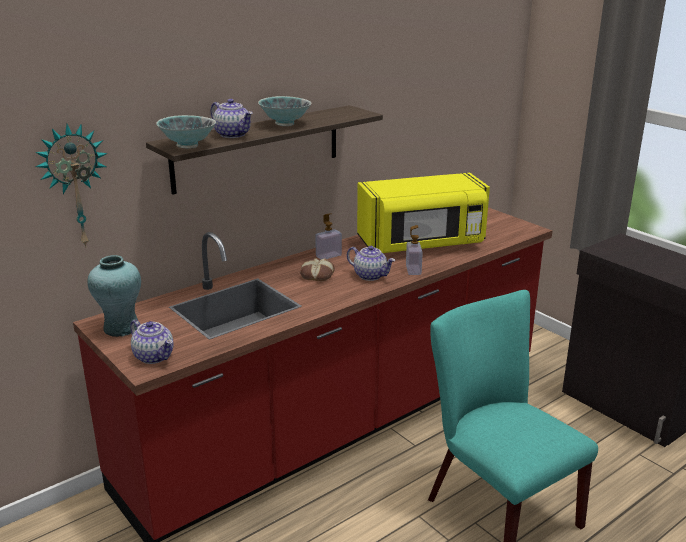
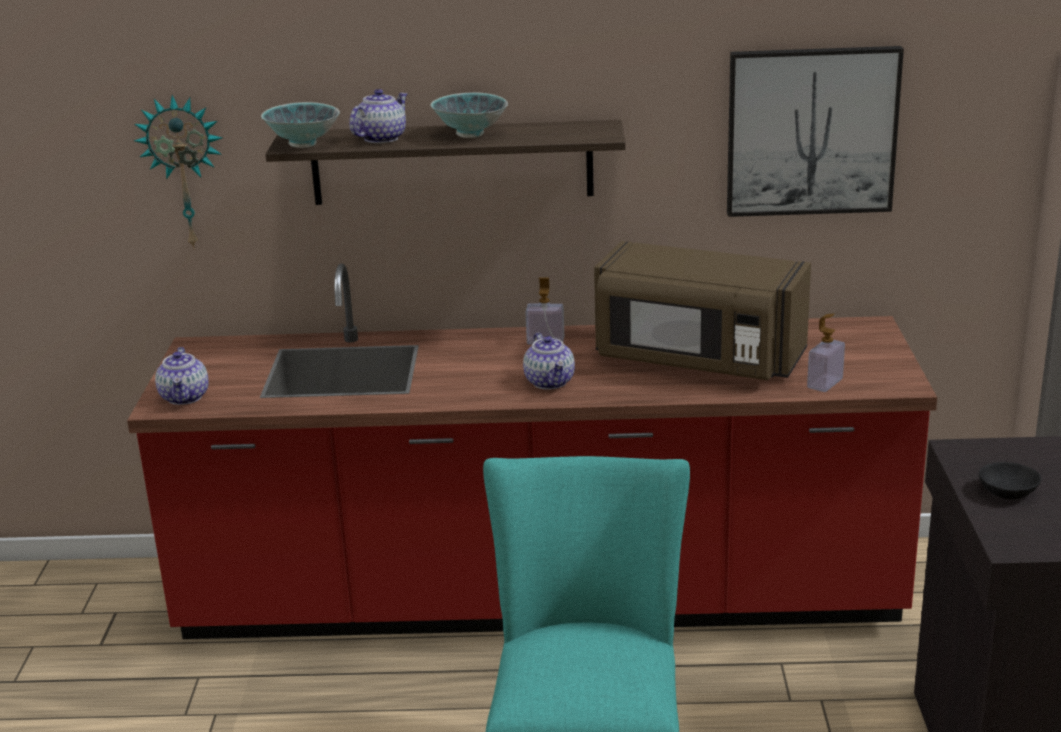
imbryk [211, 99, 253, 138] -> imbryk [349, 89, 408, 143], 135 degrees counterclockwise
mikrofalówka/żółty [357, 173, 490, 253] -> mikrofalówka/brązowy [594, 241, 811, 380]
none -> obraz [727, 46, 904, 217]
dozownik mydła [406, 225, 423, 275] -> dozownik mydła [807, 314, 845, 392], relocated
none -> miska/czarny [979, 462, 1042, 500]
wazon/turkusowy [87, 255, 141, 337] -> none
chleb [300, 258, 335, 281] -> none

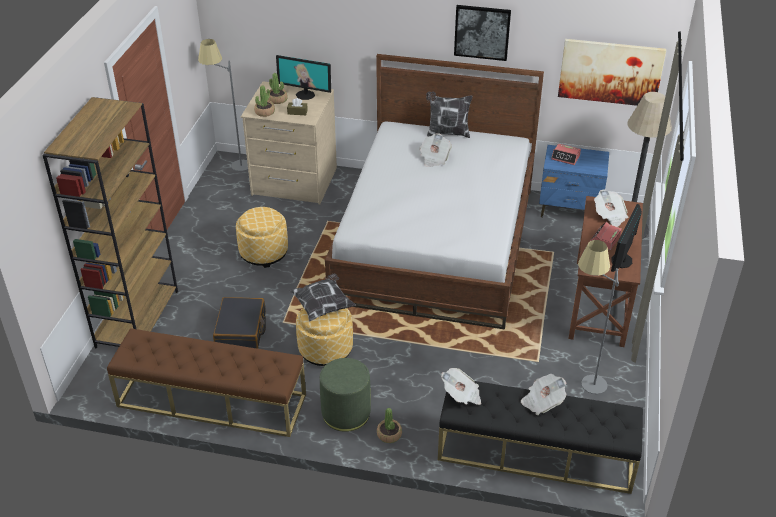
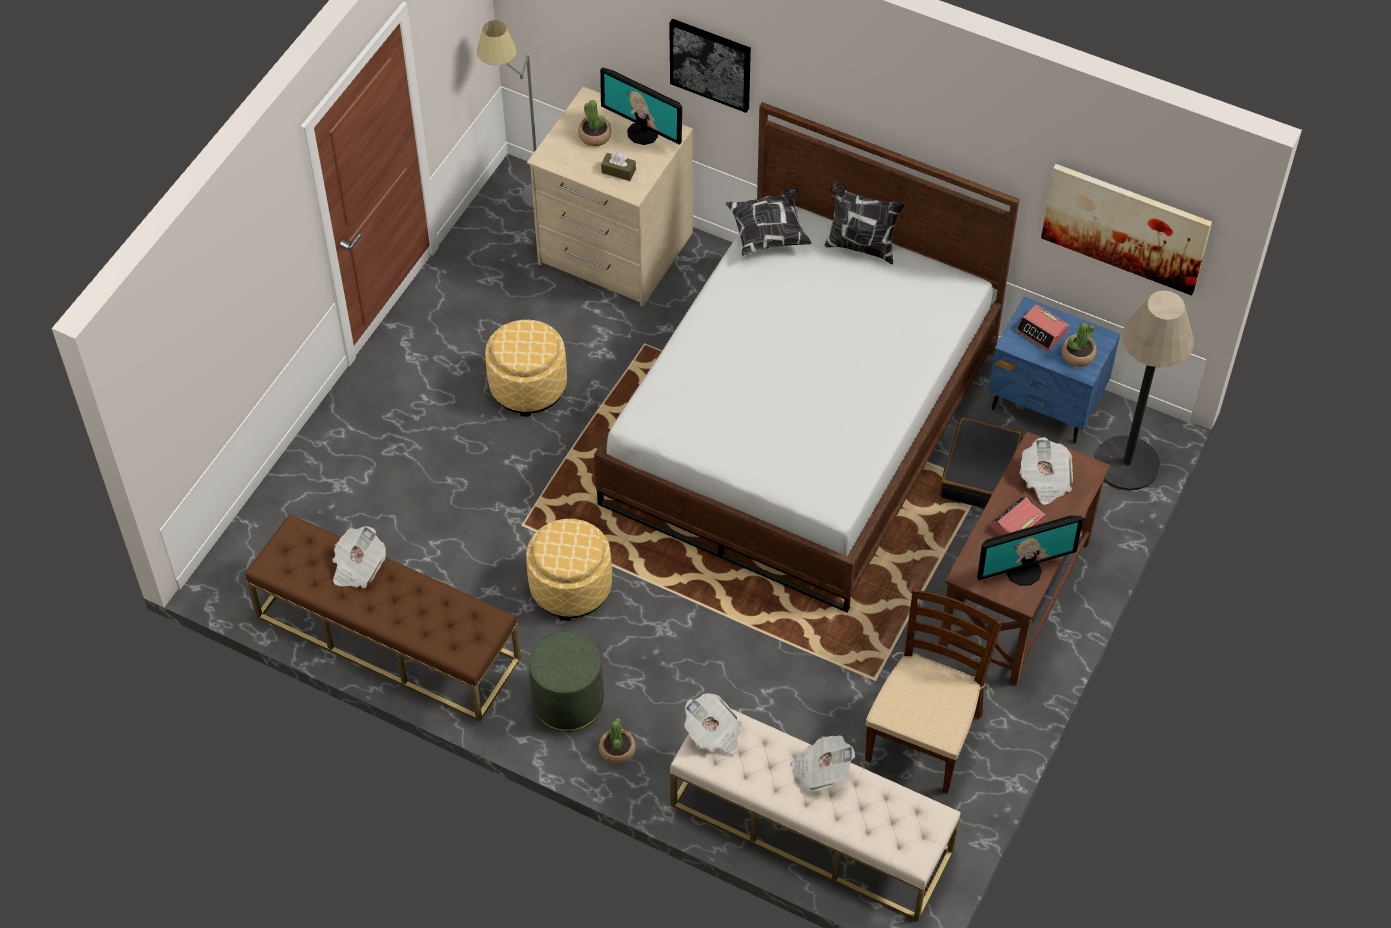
gazeta [420, 133, 452, 167] -> gazeta [332, 526, 386, 588], relocated
obraz [454, 5, 511, 61] -> obraz [669, 19, 751, 113], relocated
ławka/czarny [438, 381, 643, 494] -> ławka/beżowy [670, 709, 961, 921]
poduszka [289, 274, 356, 321] -> poduszka [726, 188, 812, 256], relocated
lampa stojąca/szary [578, 240, 619, 394] -> krzesło/brązowy [865, 588, 1003, 793]
walizka/czarny [213, 297, 266, 349] -> walizka/czarny [940, 418, 1022, 509], relocated
monitor [611, 204, 642, 272] -> monitor [977, 516, 1083, 586], 150 degrees counterclockwise
roślina doniczkowa [254, 85, 275, 117] -> roślina doniczkowa [1062, 322, 1097, 367], relocated
regał/brązowy [43, 97, 178, 349] -> none

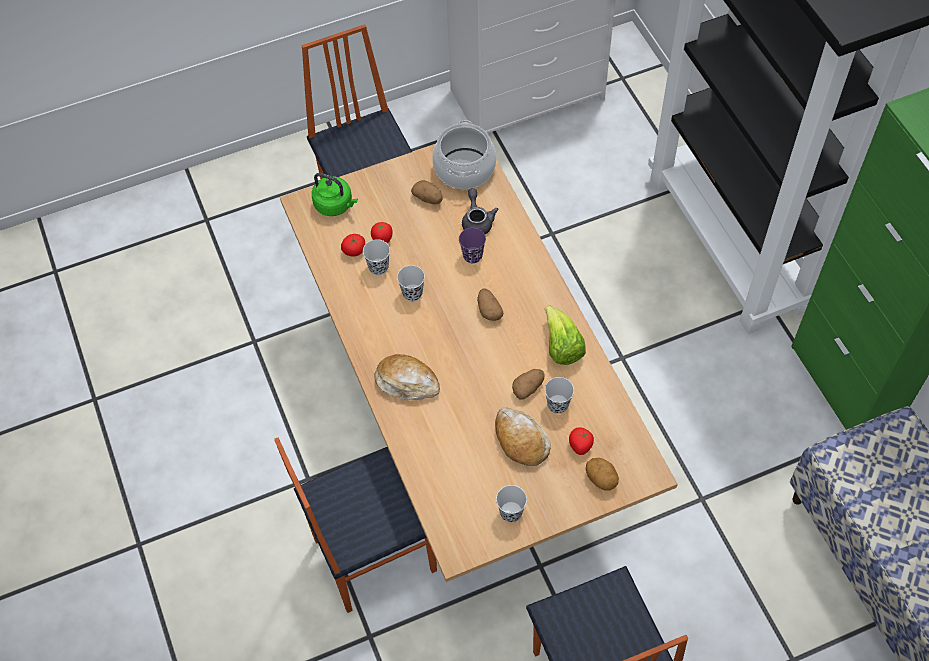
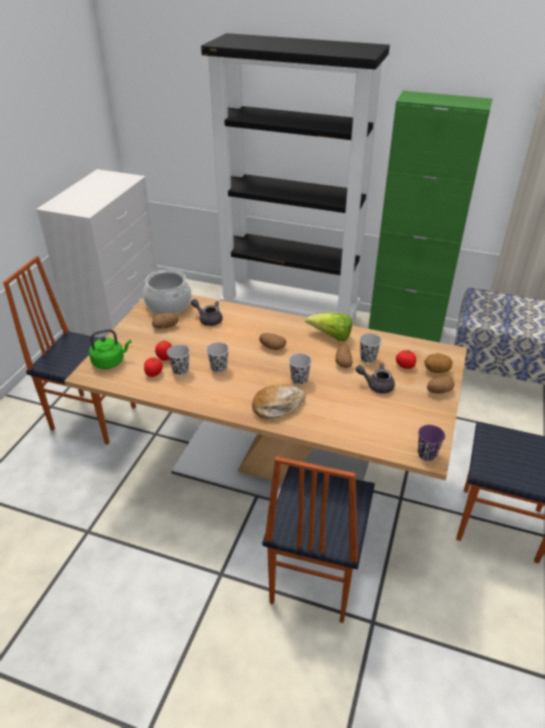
filiżanka/czarny [496, 485, 527, 522] -> filiżanka/czarny [289, 353, 312, 385], relocated
chleb [495, 408, 551, 466] -> imbryk/szary [356, 363, 395, 394]
filiżanka/fioletowy [459, 228, 486, 263] -> filiżanka/fioletowy [418, 425, 445, 461], relocated
none -> ziemniak [427, 375, 454, 394]

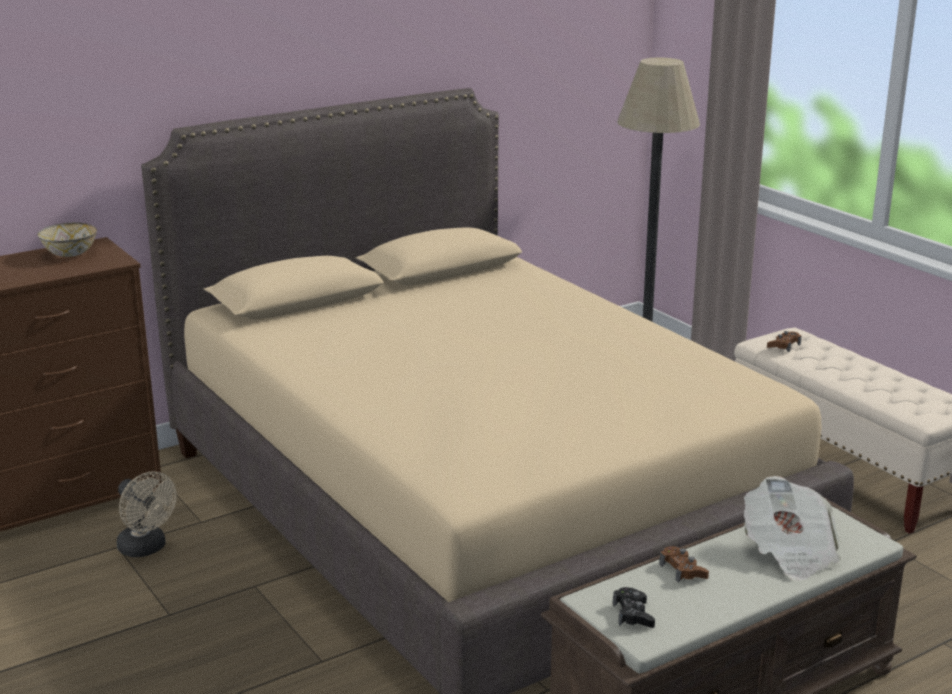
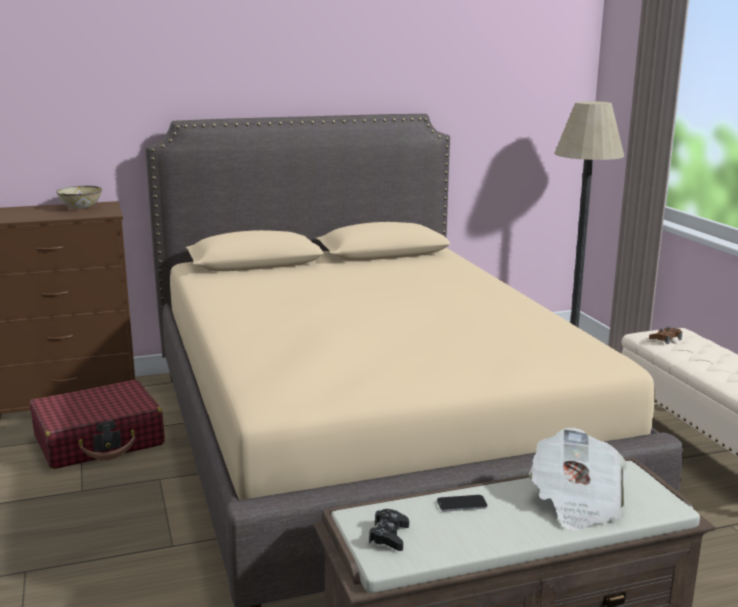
wentylator/beżowy [117, 471, 176, 557] -> walizka/czerwony [29, 380, 165, 469]
pad do gier/brązowy [659, 546, 709, 583] -> telefon [437, 495, 488, 512]

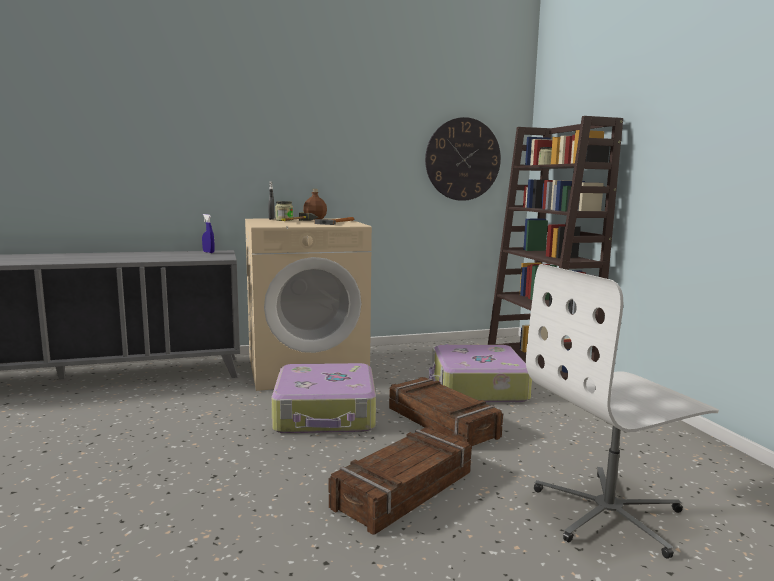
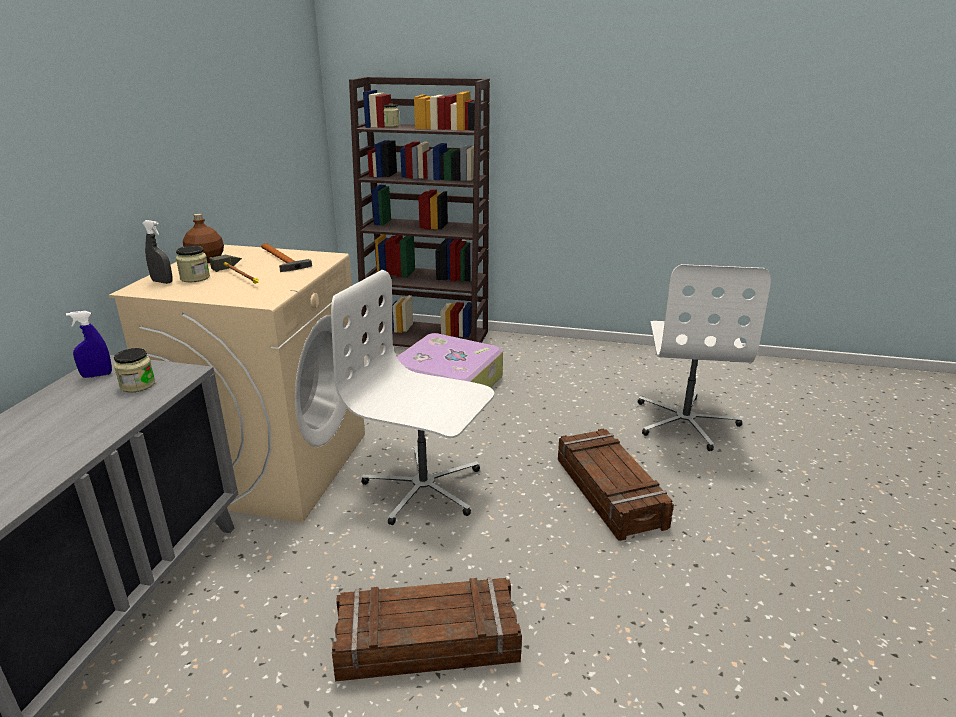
none -> słoik [114, 348, 155, 392]
walizka [271, 363, 376, 433] -> krzesło biurowe/biały [331, 270, 494, 525]
skrzynka [389, 377, 503, 449] -> skrzynka [332, 577, 522, 681], relocated
zegar ścienny [425, 117, 501, 201] -> none

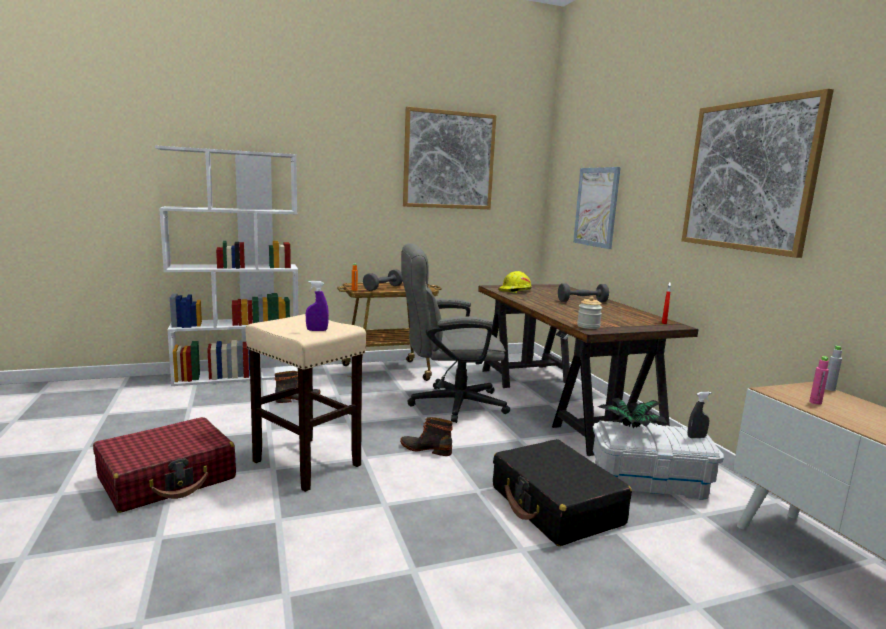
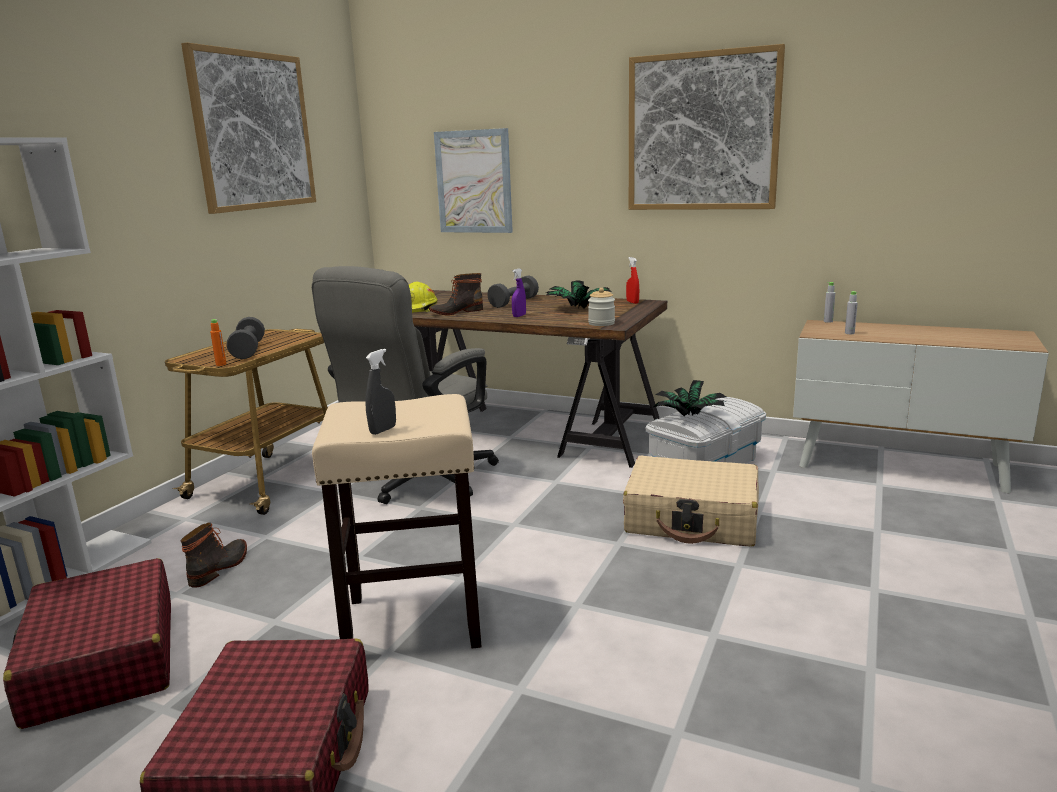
none -> walizka/czerwony [3, 558, 171, 729]
spryskiwacz/szary [688, 392, 712, 438] -> spryskiwacz/szary [366, 349, 396, 435], relocated
but z cholewką [400, 417, 453, 456] -> but z cholewką [429, 273, 483, 315], relocated
spryskiwacz/fioletowy [306, 281, 329, 331] -> spryskiwacz/fioletowy [512, 268, 526, 317], relocated
none -> roślina doniczkowa [546, 280, 612, 308]
walizka/czarny [493, 439, 632, 546] -> walizka/beżowy [623, 456, 759, 547]
butelka/różowy [809, 356, 829, 405] -> butelka/szary [845, 291, 858, 334]

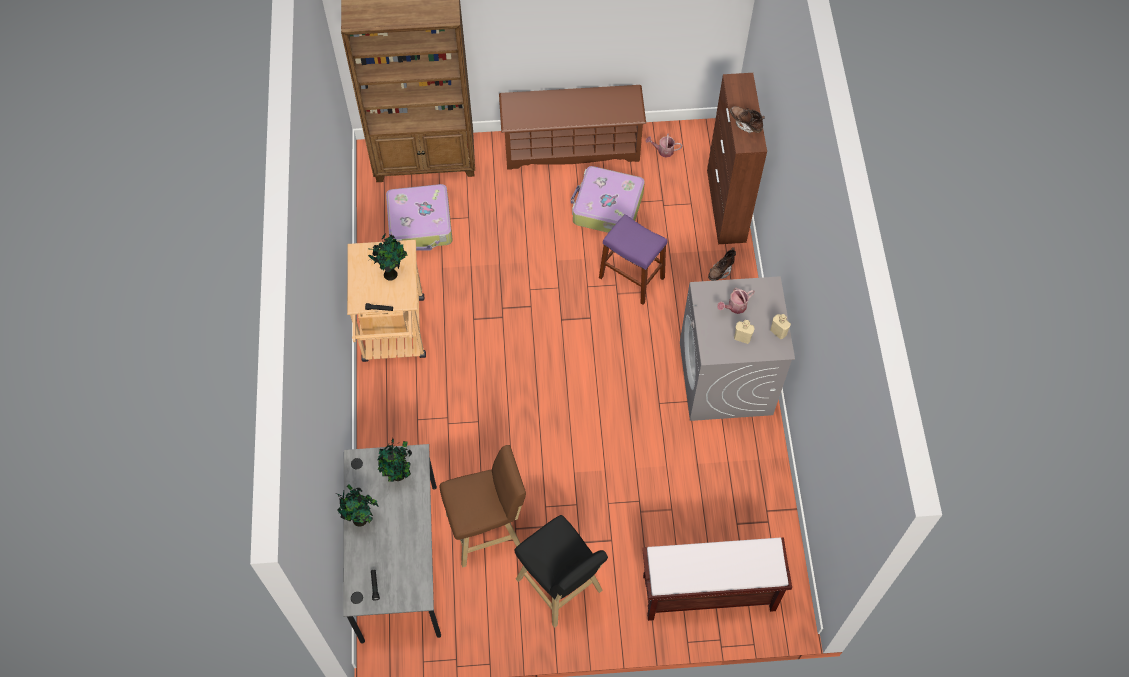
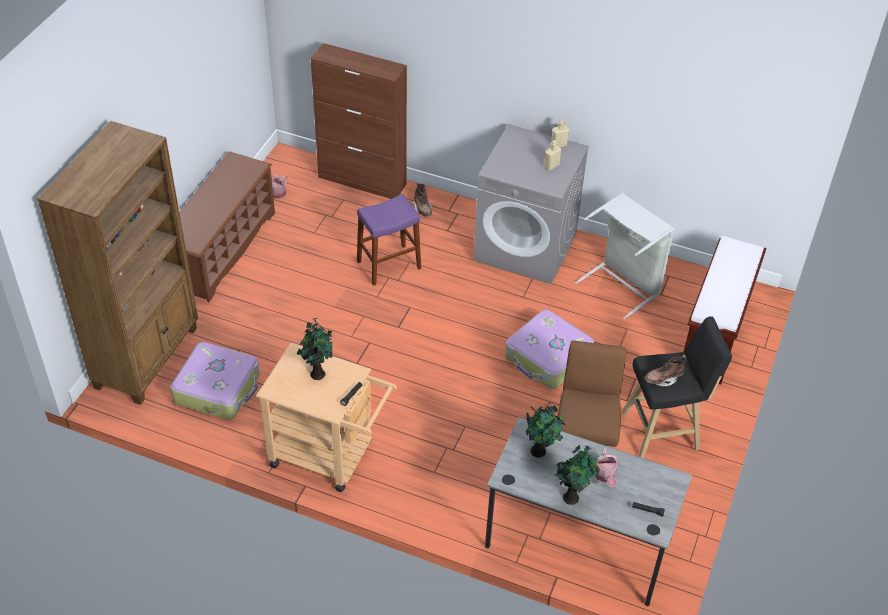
walizka [571, 166, 645, 233] -> walizka [505, 309, 594, 389], relocated
none -> kosz na pranie/szary [575, 192, 675, 320]
konewka [717, 288, 755, 314] -> konewka [596, 448, 619, 487], relocated
but z cholewką/brązowy [730, 106, 764, 133] -> but z cholewką/brązowy [645, 355, 686, 386], relocated

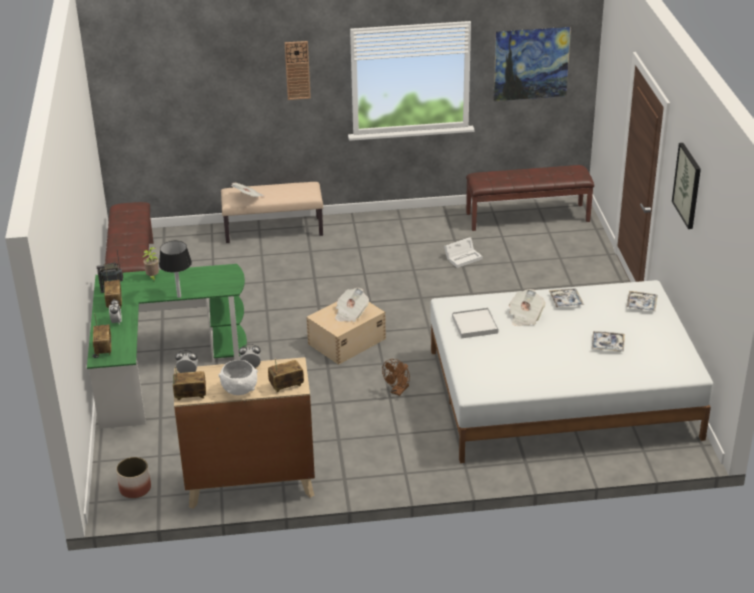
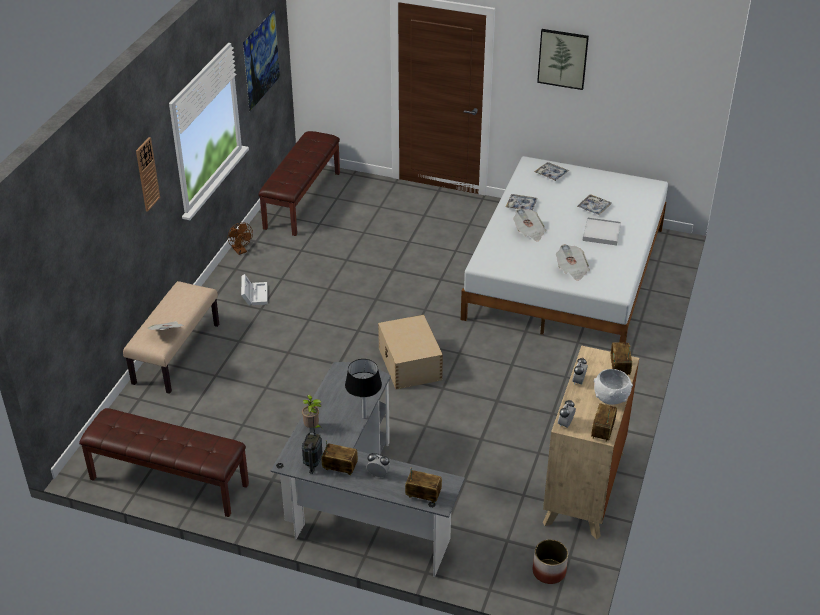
wentylator/brązowy [382, 359, 410, 396] -> wentylator/brązowy [228, 222, 253, 255], relocated
pojemnik do przechowywania/biały [444, 237, 482, 268] -> pojemnik do przechowywania/biały [241, 274, 267, 305], relocated
biurko/zielony [87, 264, 247, 429] -> biurko/szary [271, 362, 465, 577]
gazeta [335, 288, 369, 322] -> gazeta [556, 244, 590, 281], relocated
taca/biały [452, 308, 498, 338] -> taca/biały [582, 217, 621, 246], relocated

